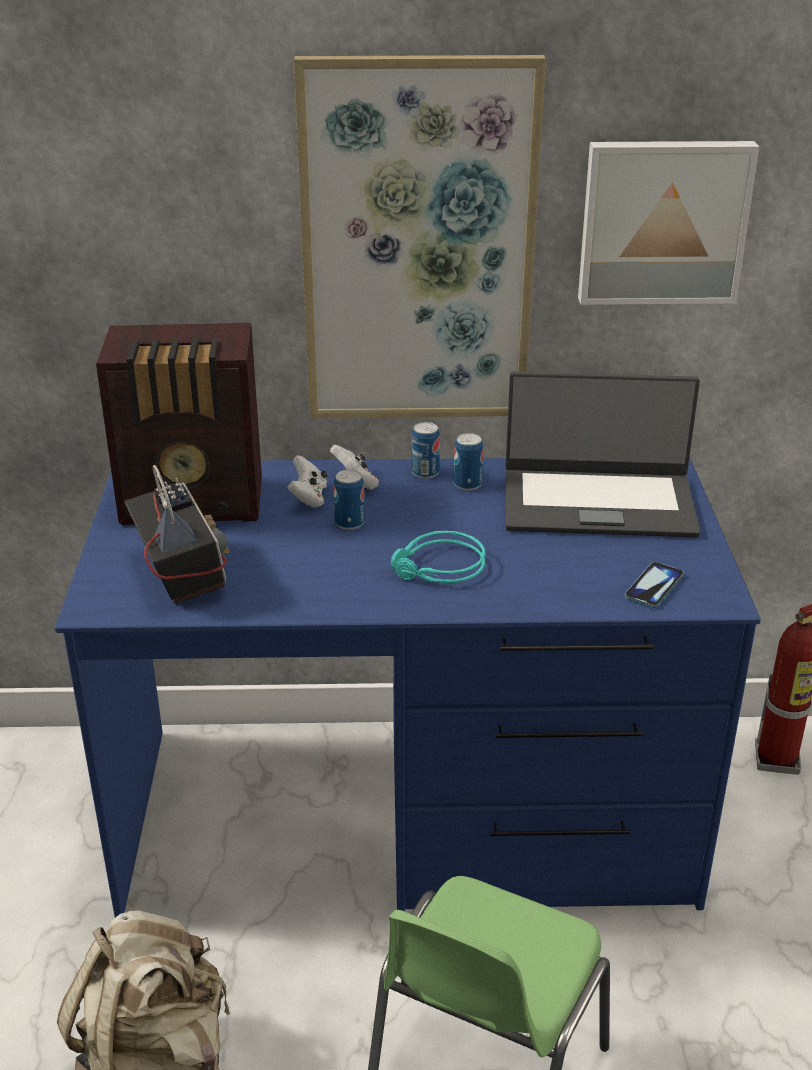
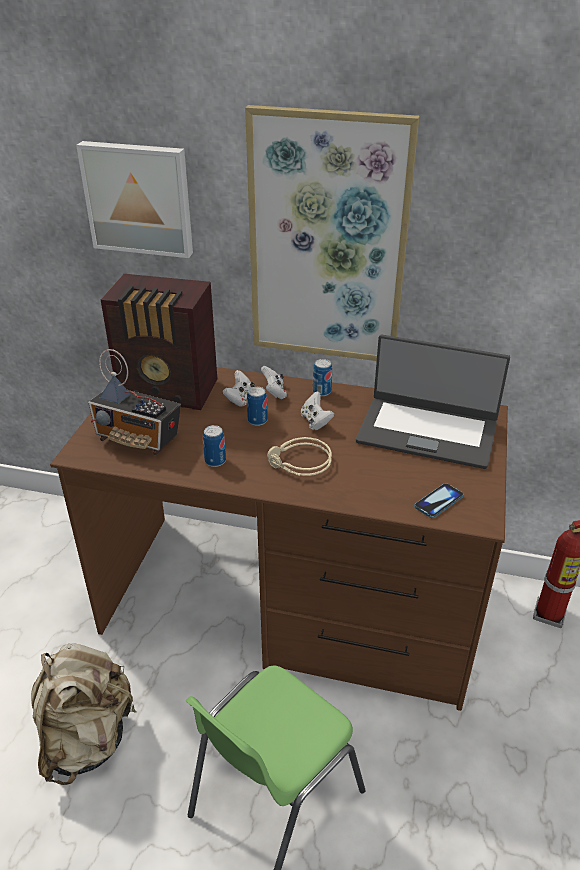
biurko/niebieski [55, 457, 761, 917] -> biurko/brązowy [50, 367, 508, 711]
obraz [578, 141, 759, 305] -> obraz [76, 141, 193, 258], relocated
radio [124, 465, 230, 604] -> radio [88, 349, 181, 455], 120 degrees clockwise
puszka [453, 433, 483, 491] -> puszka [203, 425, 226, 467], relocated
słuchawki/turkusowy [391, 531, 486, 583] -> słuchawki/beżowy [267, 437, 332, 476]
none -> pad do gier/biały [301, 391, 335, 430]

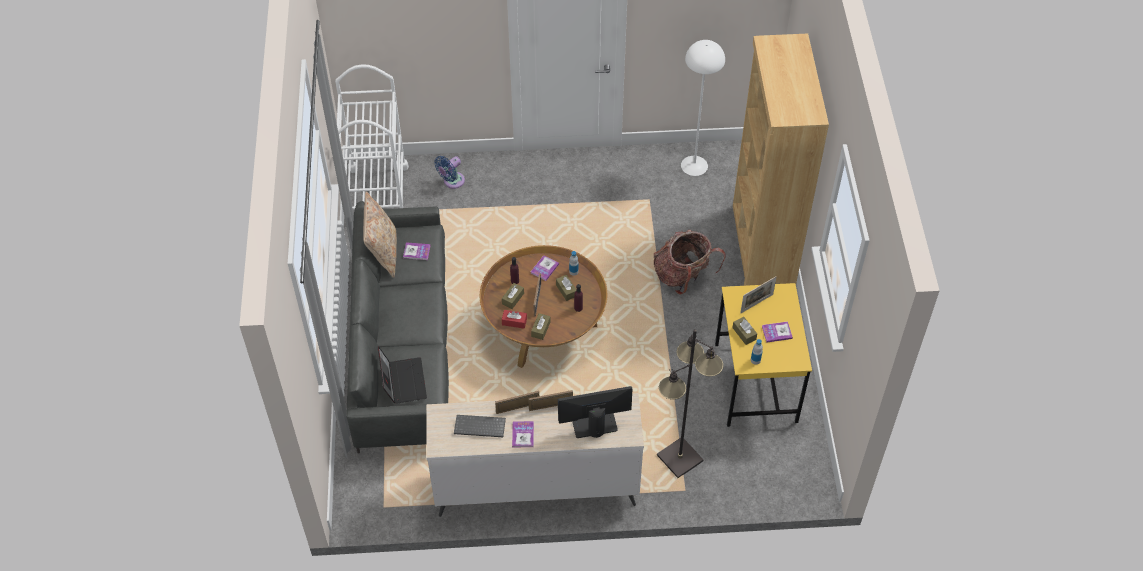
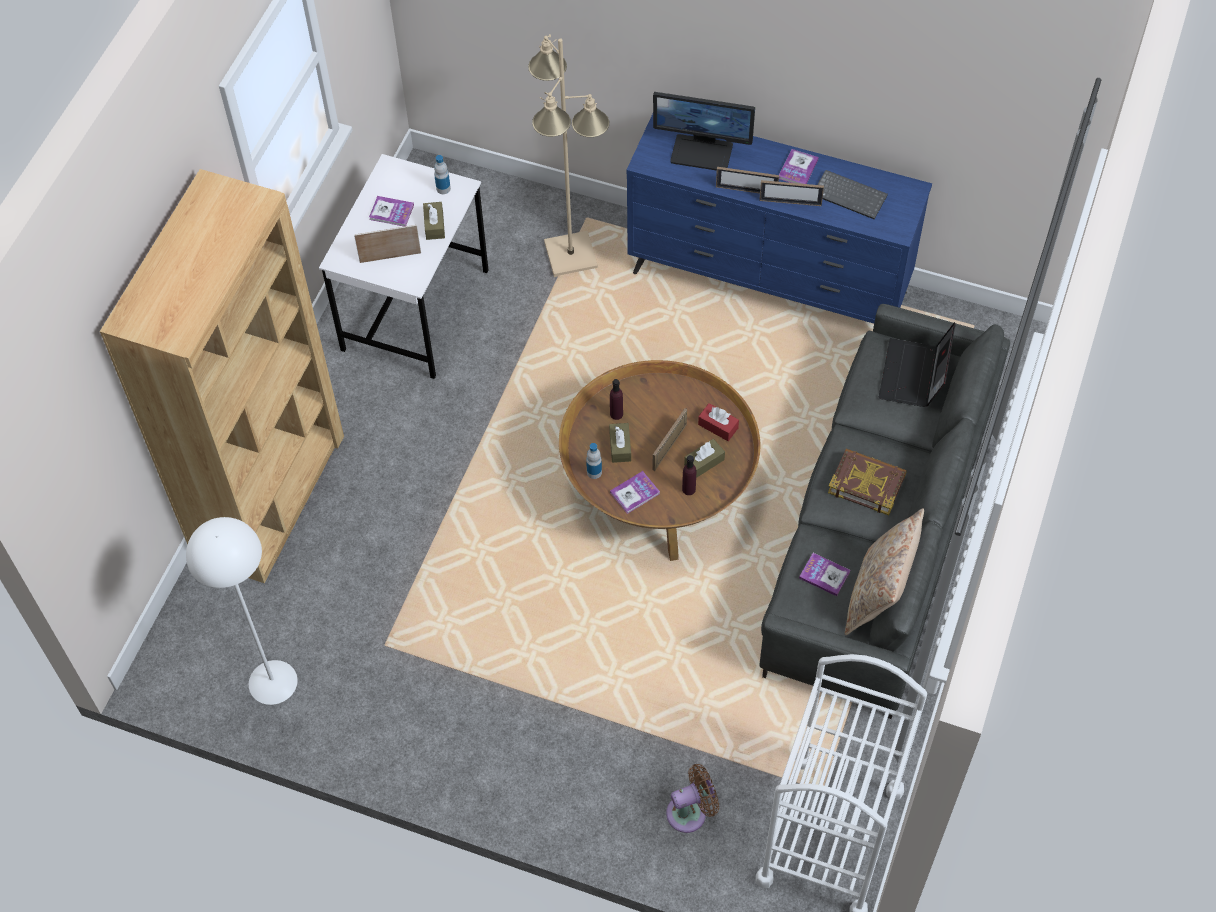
biurko/żółty [715, 283, 812, 427] -> biurko/biały [319, 154, 489, 379]
lampa stojąca/czarny [657, 329, 723, 478] -> lampa stojąca/beżowy [528, 34, 609, 277]
komoda/beżowy [426, 393, 644, 517] -> komoda/niebieski [626, 114, 932, 324]
wentylator/niebieski [434, 156, 465, 189] -> wentylator/brązowy [666, 764, 719, 833]
none -> książka [828, 449, 907, 515]
pudełko chusteczek/brązowy [531, 313, 551, 340] -> none
plecak [654, 230, 726, 295] -> none

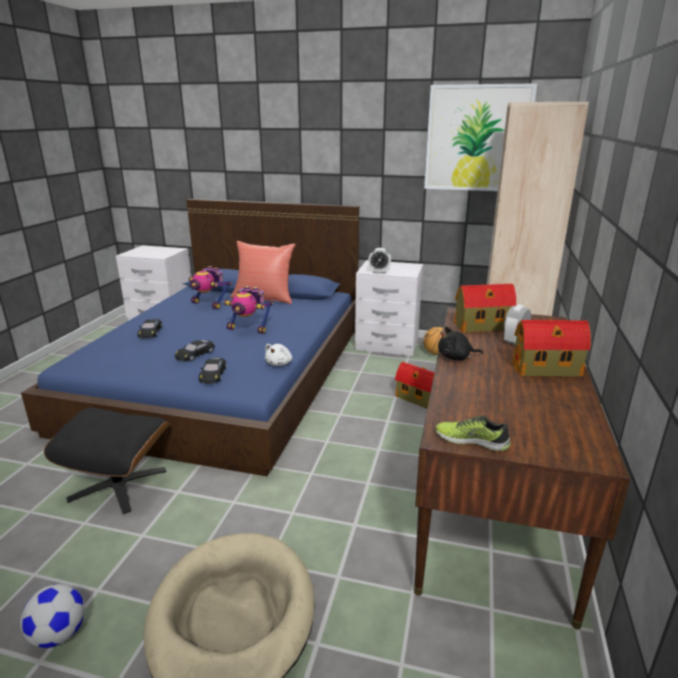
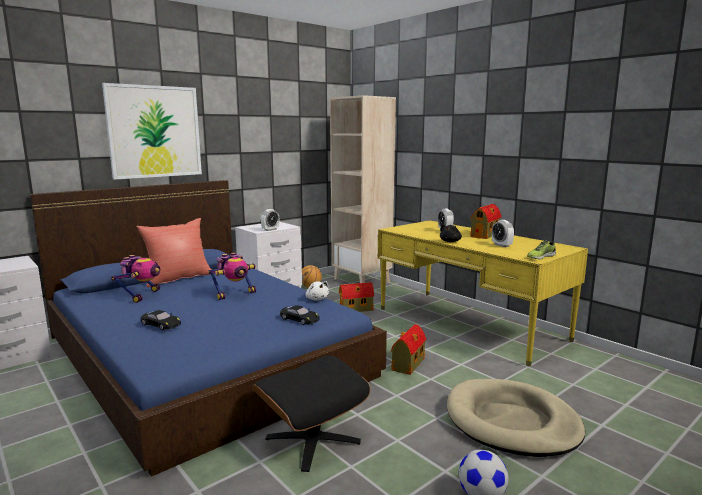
obraz [424, 83, 537, 191] -> obraz [102, 83, 202, 180], relocated
robot zabawkowy [189, 266, 232, 309] -> robot zabawkowy [111, 255, 160, 303], 60 degrees counterclockwise
biurko/brązowy [414, 307, 630, 629] -> biurko/żółty [378, 220, 588, 367]
domek [454, 284, 516, 333] -> domek [391, 324, 426, 375], relocated
none -> budzik [492, 220, 514, 247]
samochodzik/czarny [175, 340, 215, 361] -> none

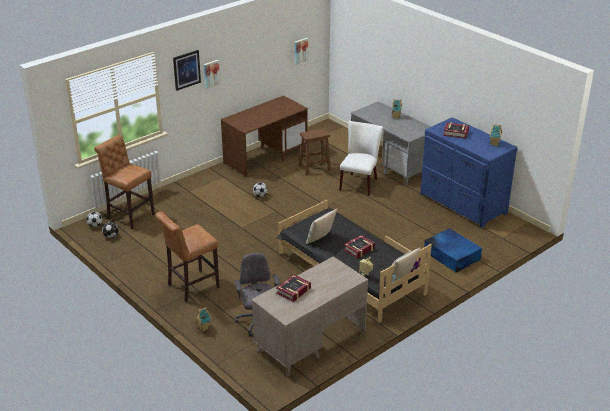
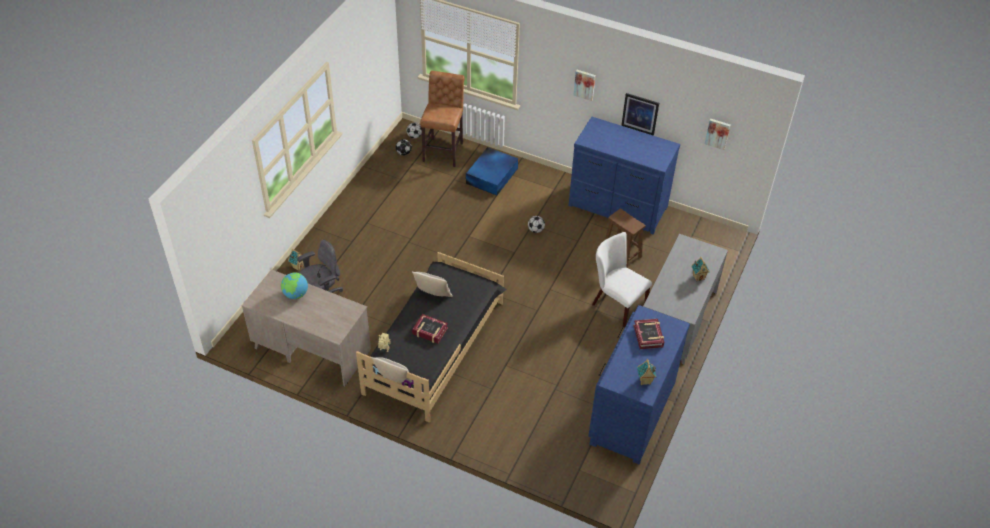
książka [276, 274, 311, 302] -> globus [281, 272, 308, 299]
pojemnik do przechowywania/niebieski [424, 228, 482, 272] -> pojemnik do przechowywania/niebieski [466, 147, 518, 195], relocated
biurko/brązowy [221, 95, 308, 177] -> komoda/niebieski [568, 117, 680, 234]
krzesło/biały [339, 121, 383, 196] -> krzesło/biały [592, 232, 652, 327], 135 degrees counterclockwise
obraz [173, 50, 201, 91] -> obraz [621, 93, 659, 136], relocated
stołek/brązowy [155, 211, 220, 302] -> none

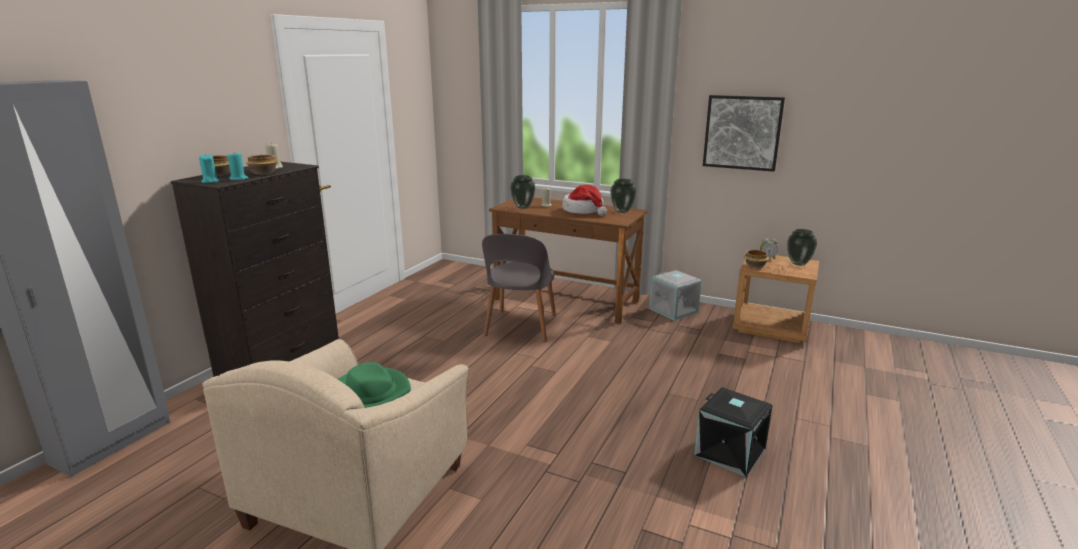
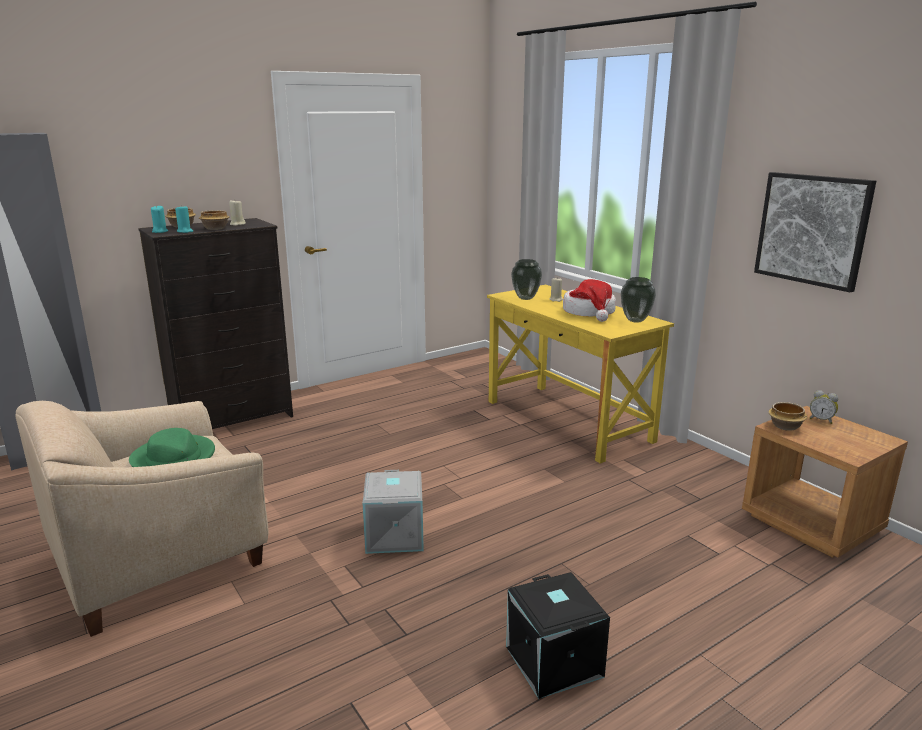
pojemnik do przechowywania/szary [649, 270, 702, 321] -> pojemnik do przechowywania/szary [363, 470, 424, 554], relocated
biurko/brązowy [489, 198, 648, 324] -> biurko/żółty [487, 285, 674, 464]
krzesło/szary [482, 234, 556, 341] -> none
wazon [787, 229, 817, 266] -> none

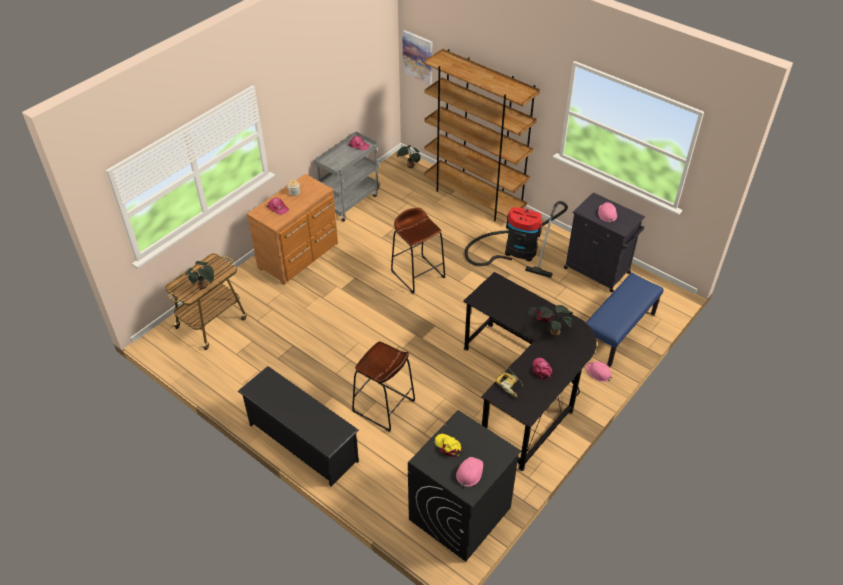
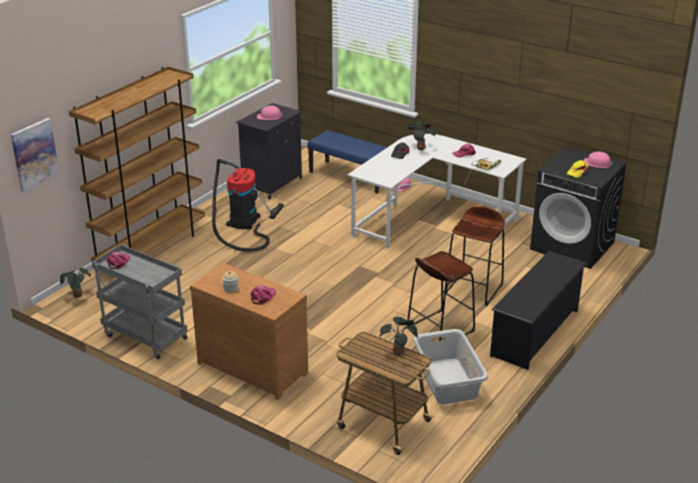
biurko/czarny [463, 272, 596, 471] -> biurko/biały [347, 134, 527, 250]
stołek/brązowy [391, 208, 445, 293] -> stołek/brązowy [407, 251, 475, 341], relocated
none -> kosz na pranie/szary [413, 329, 488, 404]

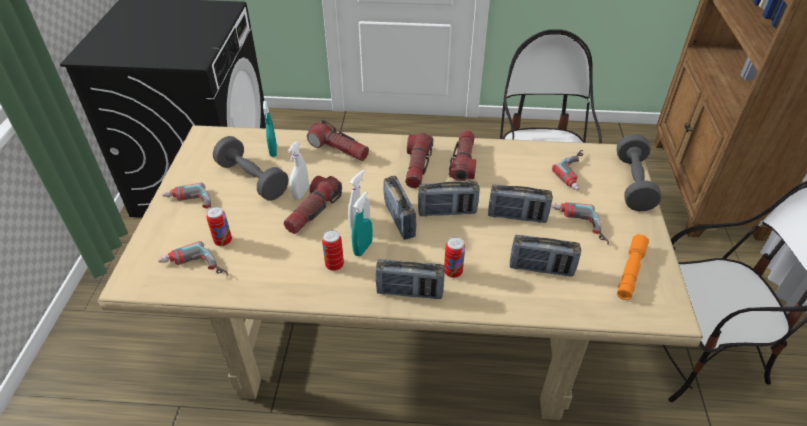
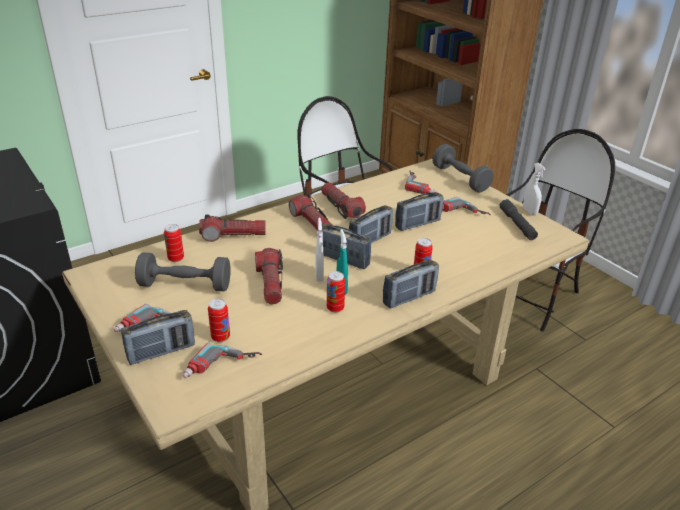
radio [510, 235, 581, 276] -> radio [121, 310, 195, 365], relocated
spryskiwacz/turkusowy [263, 100, 277, 157] -> puszka [164, 224, 184, 262]
latarka/pomarańczowy [617, 234, 649, 300] -> latarka/szary [500, 199, 538, 240]
spryskiwacz/biały [287, 141, 309, 200] -> spryskiwacz/biały [523, 163, 546, 216], relocated

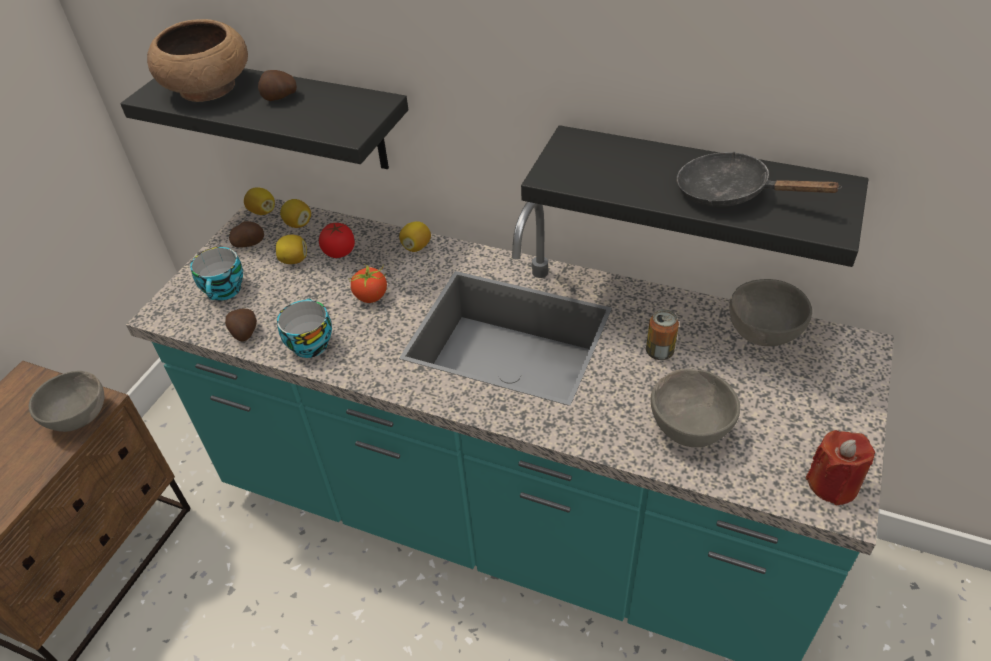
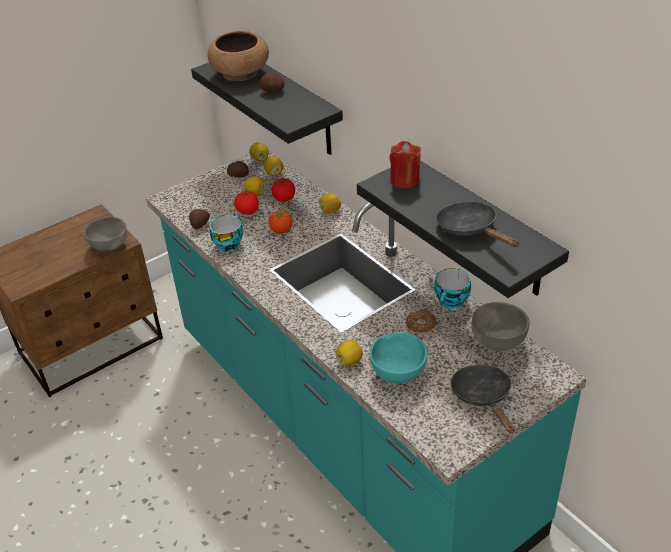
none -> pomidor [234, 191, 259, 214]
none -> cytryna [336, 340, 363, 366]
miska/szary [651, 369, 740, 447] -> miska/turkusowy [370, 332, 427, 383]
świeca/czerwony [806, 430, 875, 506] -> świeca/czerwony [390, 141, 421, 188], relocated
puszka [646, 309, 679, 360] -> donut [405, 310, 436, 334]
filiżanka [190, 247, 243, 300] -> filiżanka [434, 268, 471, 309], relocated
none -> patelnia/czarny [451, 364, 515, 433]

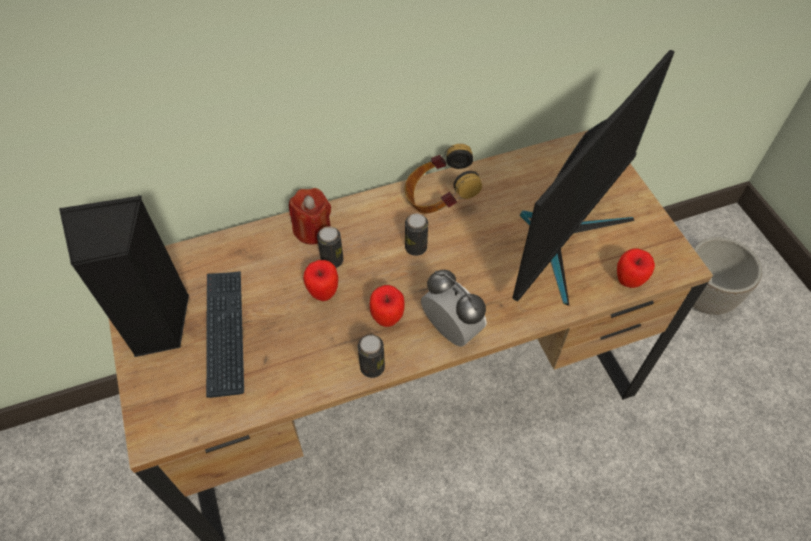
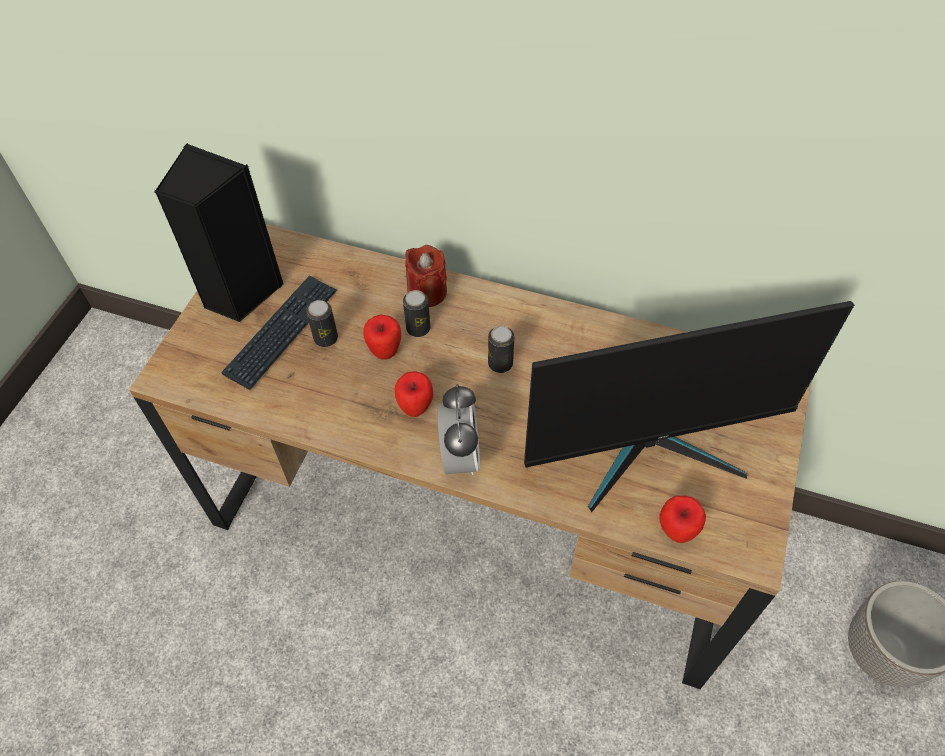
puszka [358, 335, 385, 378] -> puszka [306, 300, 338, 347], relocated
słuchawki [405, 144, 482, 214] -> none

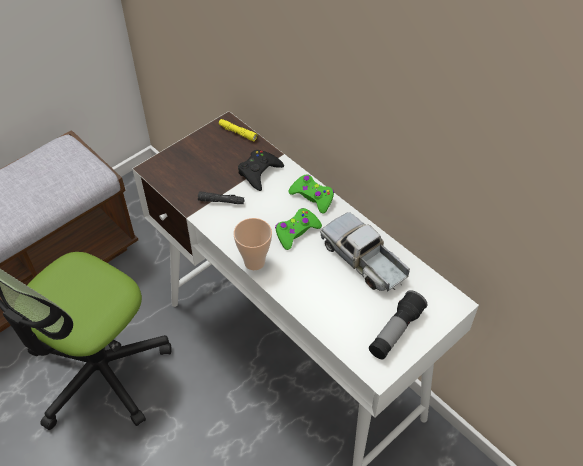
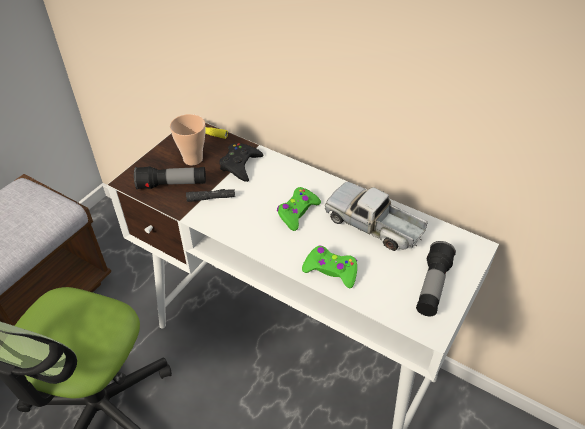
none -> latarka [134, 166, 206, 189]
filiżanka [234, 218, 272, 270] -> filiżanka [170, 114, 206, 165], relocated
pad do gier/zielony [288, 174, 334, 214] -> pad do gier/zielony [302, 246, 357, 288], relocated

